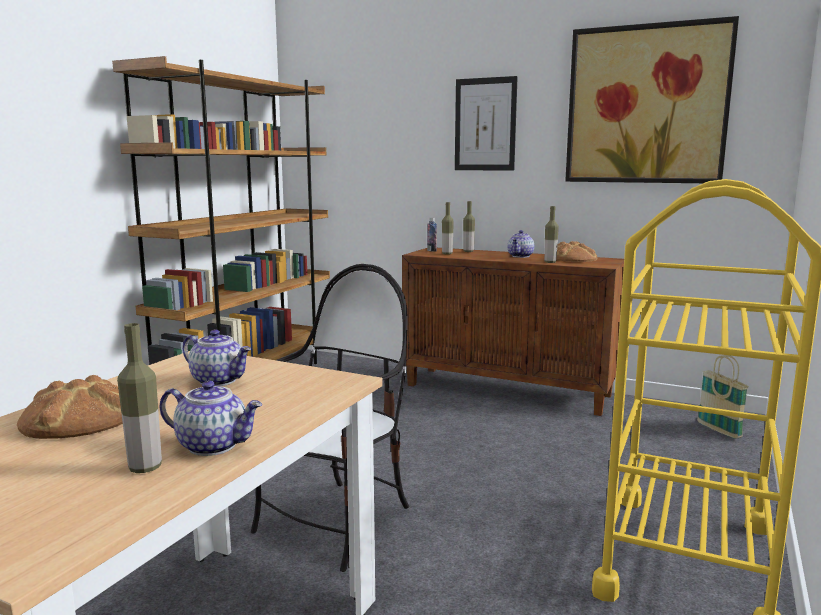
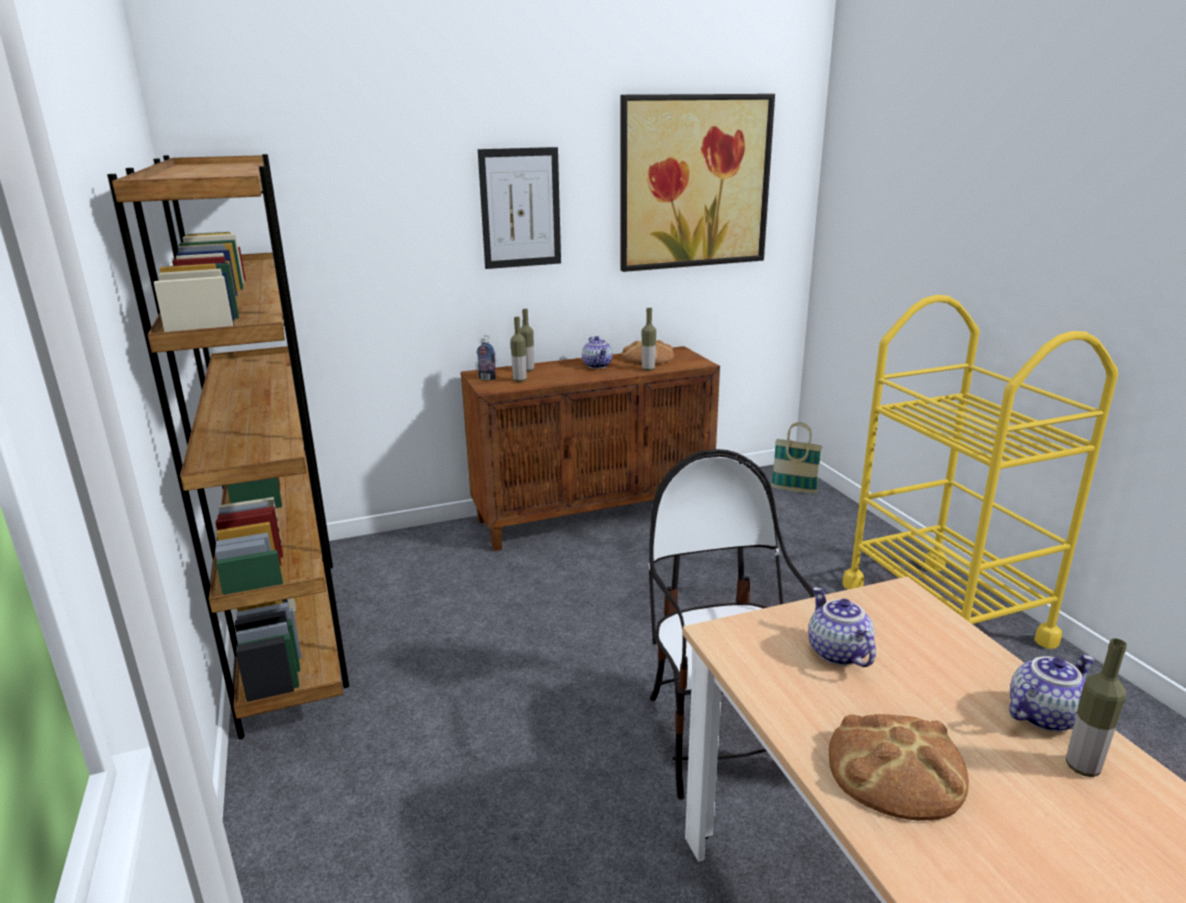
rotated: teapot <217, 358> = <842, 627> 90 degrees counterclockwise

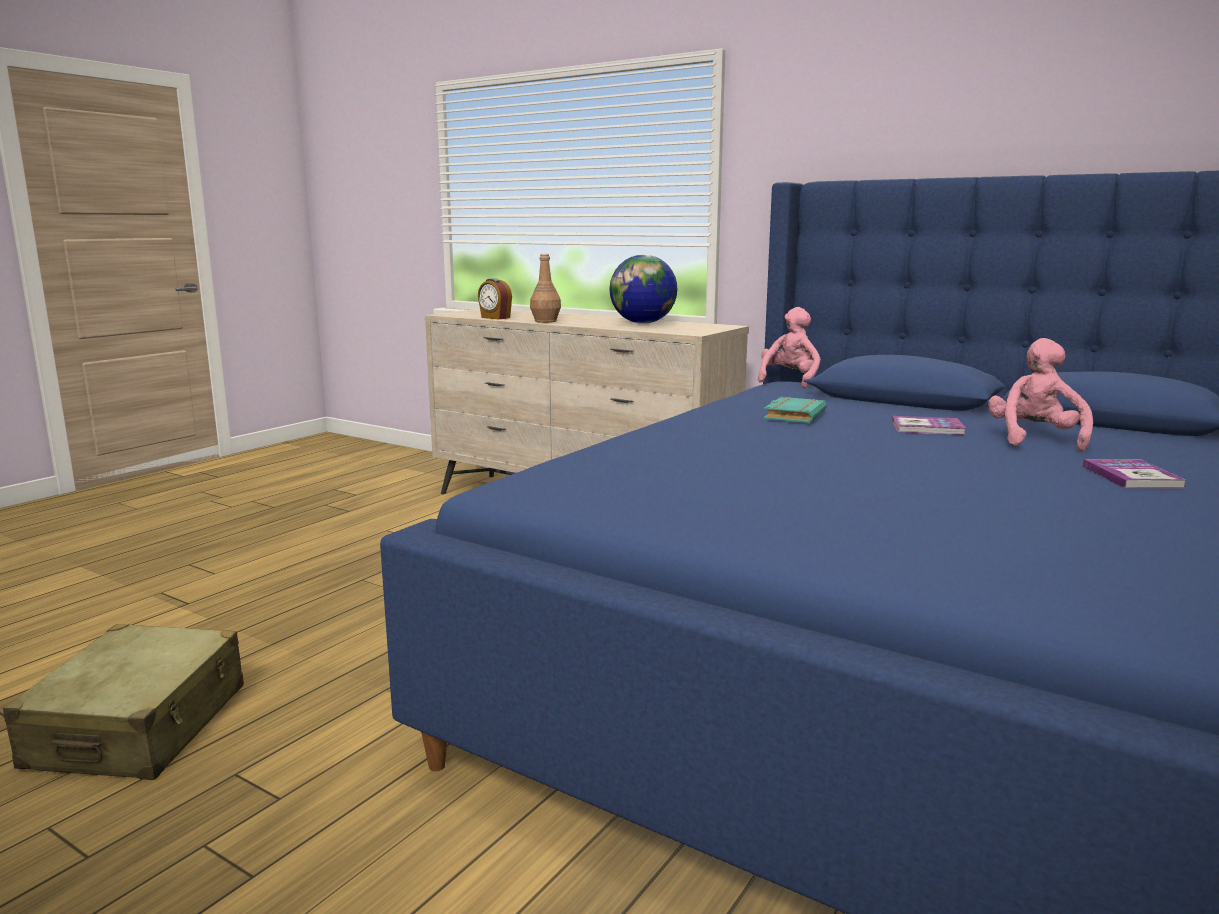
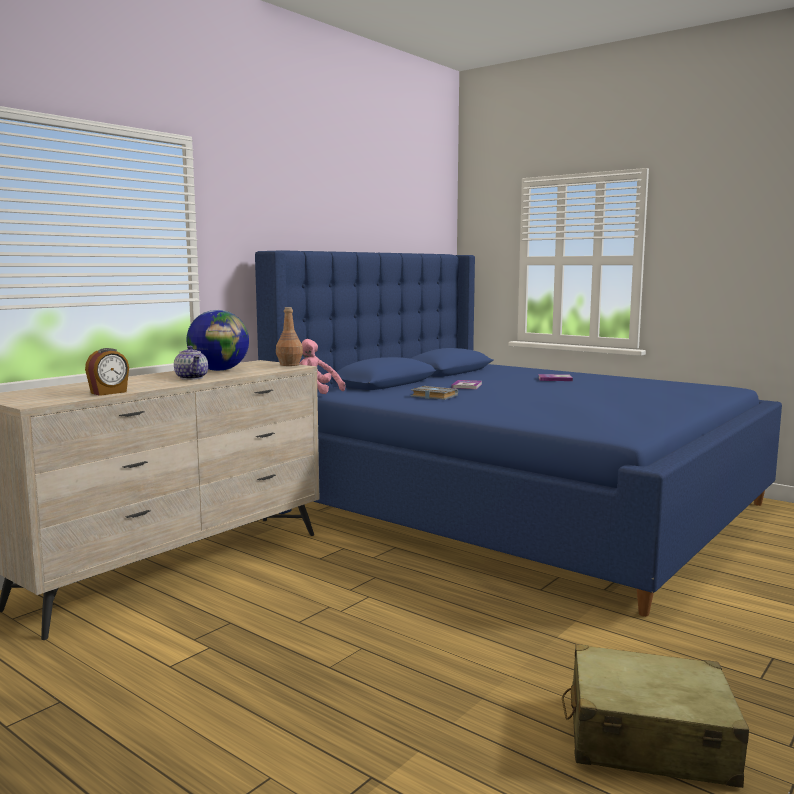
gone: pink plush toy <1040, 395>
new: teapot <191, 363>
shifted: brown bottle <545, 288> to <289, 336>
repainted: turquoise book <795, 410> to grey book <434, 393>

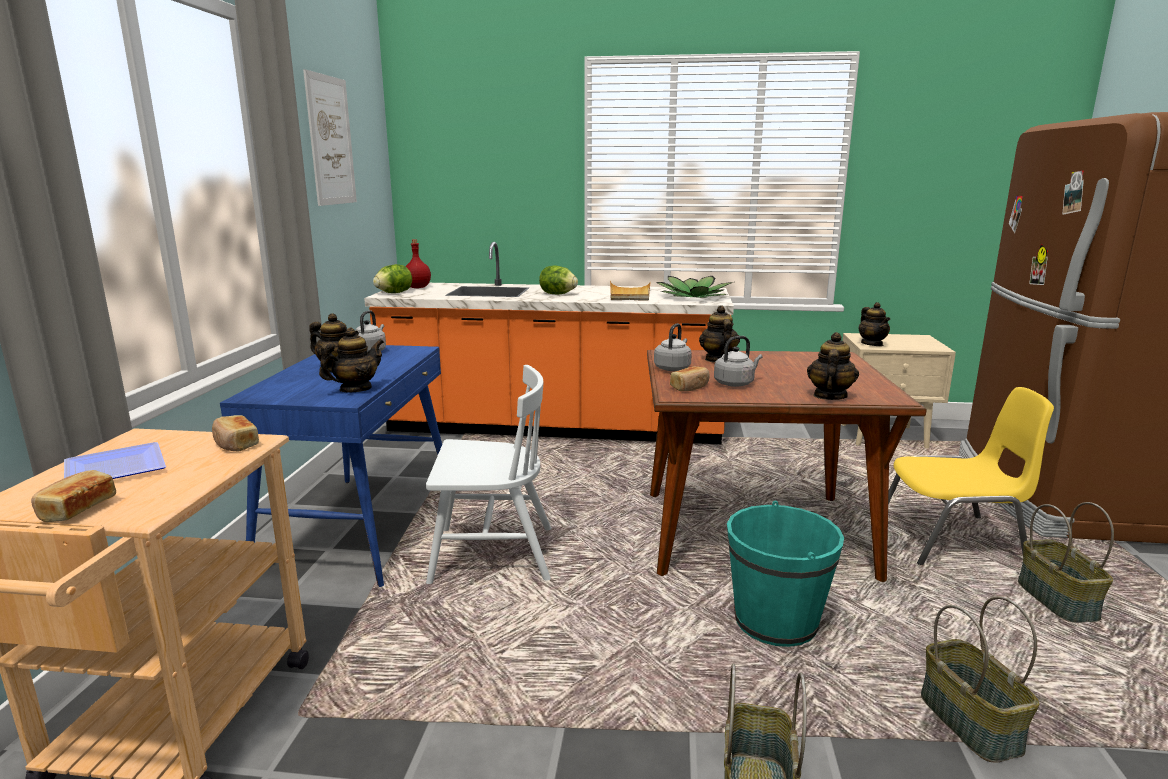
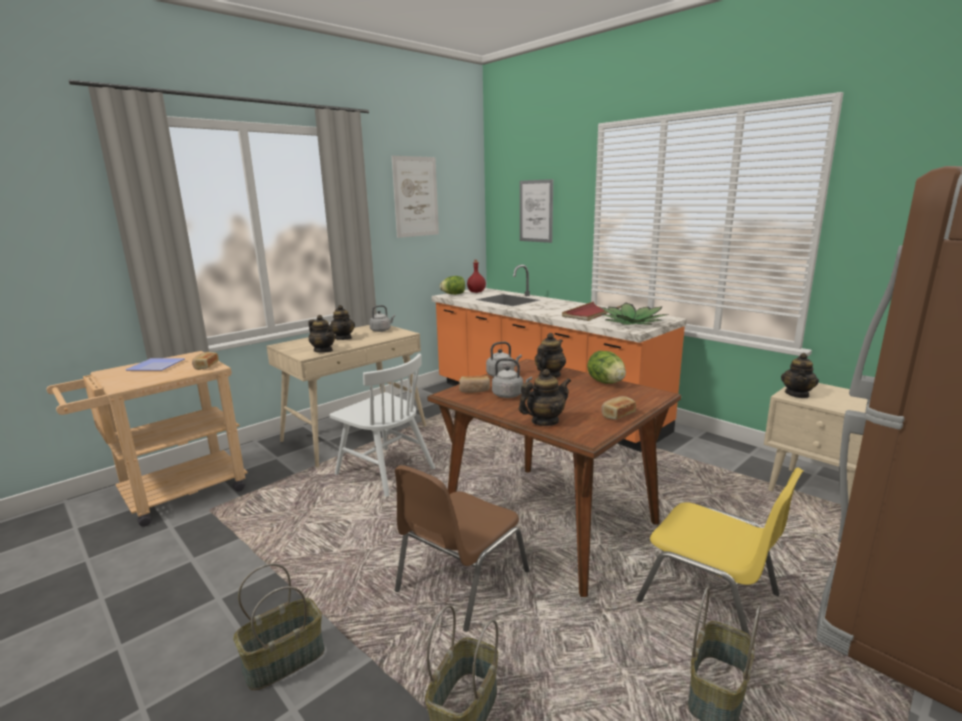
new: picture <536, 211>
shifted: lettuce <558, 280> to <606, 367>; bread <73, 496> to <618, 408>
swapped: turquoise bucket <785, 574> to brown chair <462, 548>
repainted: blue desk <331, 466> to beige desk <346, 396>; beige tray <630, 291> to red tray <591, 311>
rotated: teapot <351, 360> = <321, 334> 45 degrees clockwise

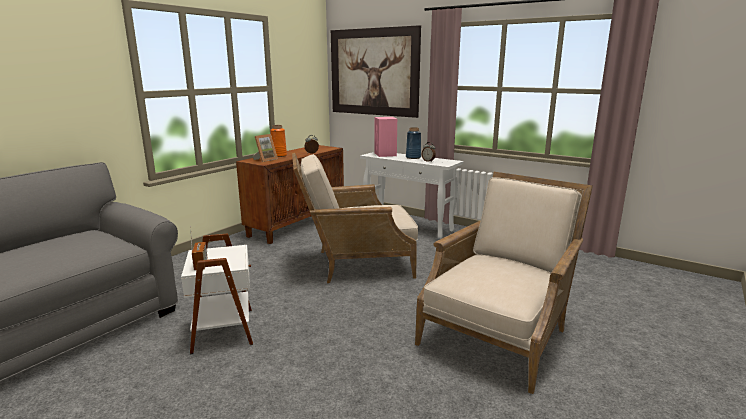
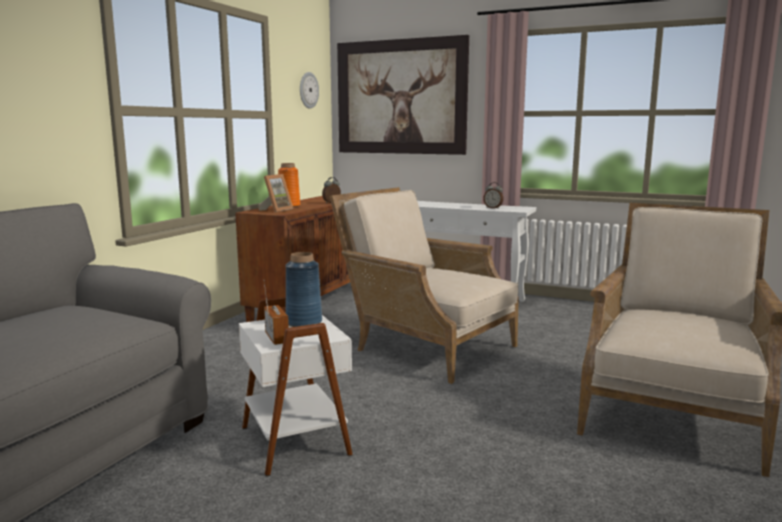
gone: pink speaker <386, 137>
new: wall clock <309, 90>
shifted: blue vase <413, 143> to <303, 289>
rotated: beige armchair <355, 218> = <424, 285> 60 degrees clockwise

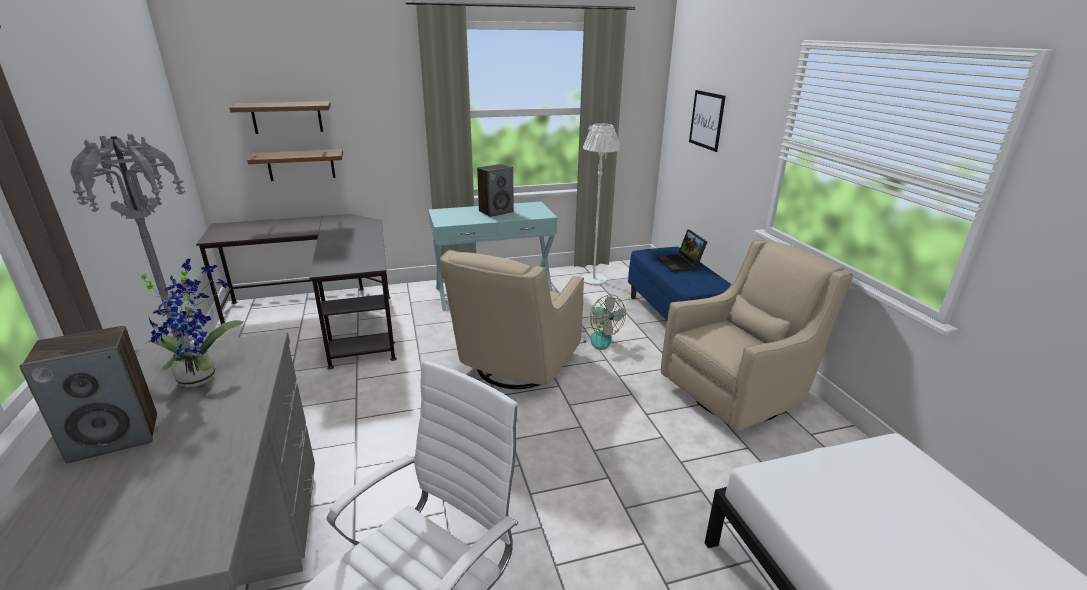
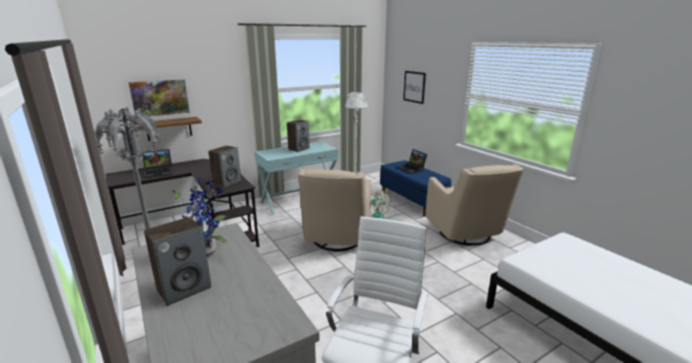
new: laptop <158, 163>; speaker <224, 166>
swapped: shelf <280, 117> to picture <159, 97>
rotated: beige armchair <757, 335> = <474, 205> 120 degrees clockwise

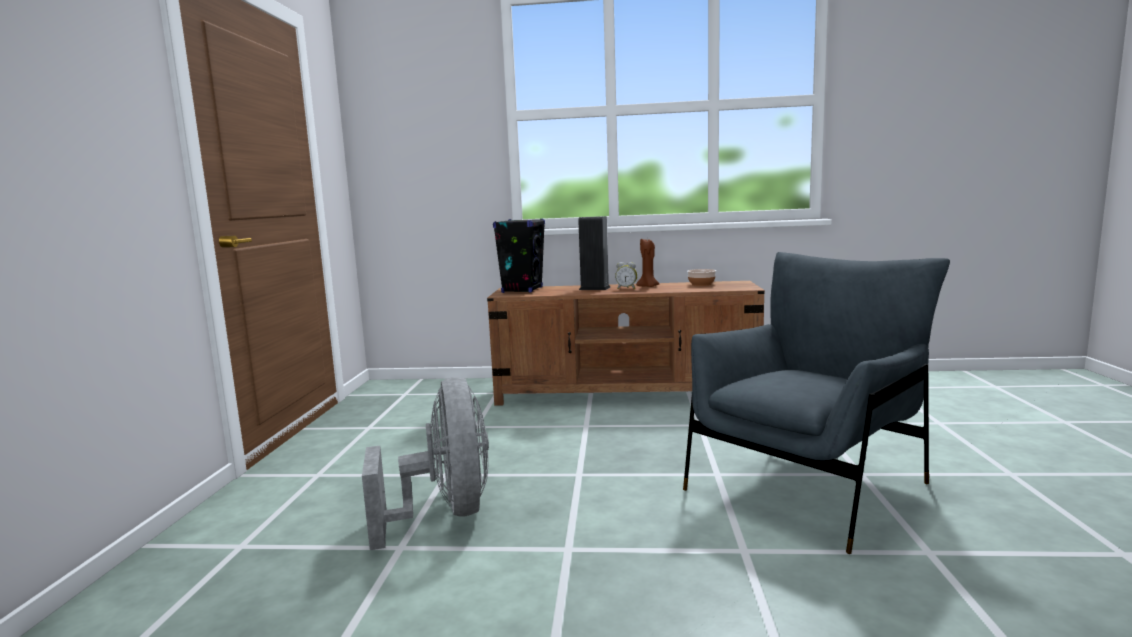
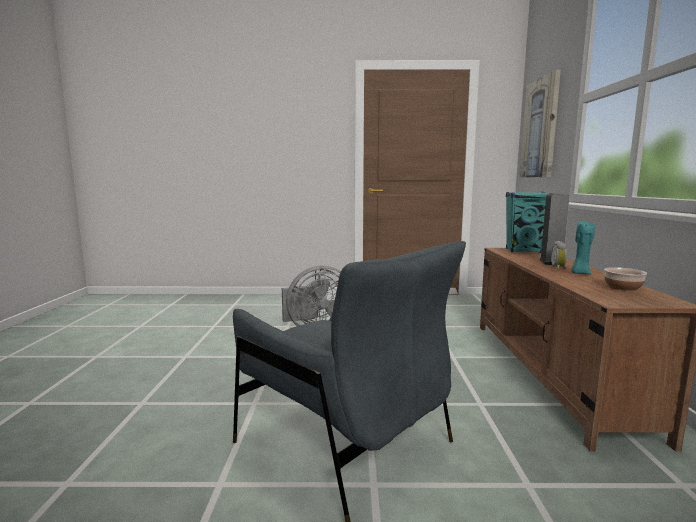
new: picture <540, 124>
repainted: black speaker <519, 256> to turquoise speaker <529, 222>; brown candle <648, 262> to turquoise candle <583, 248>

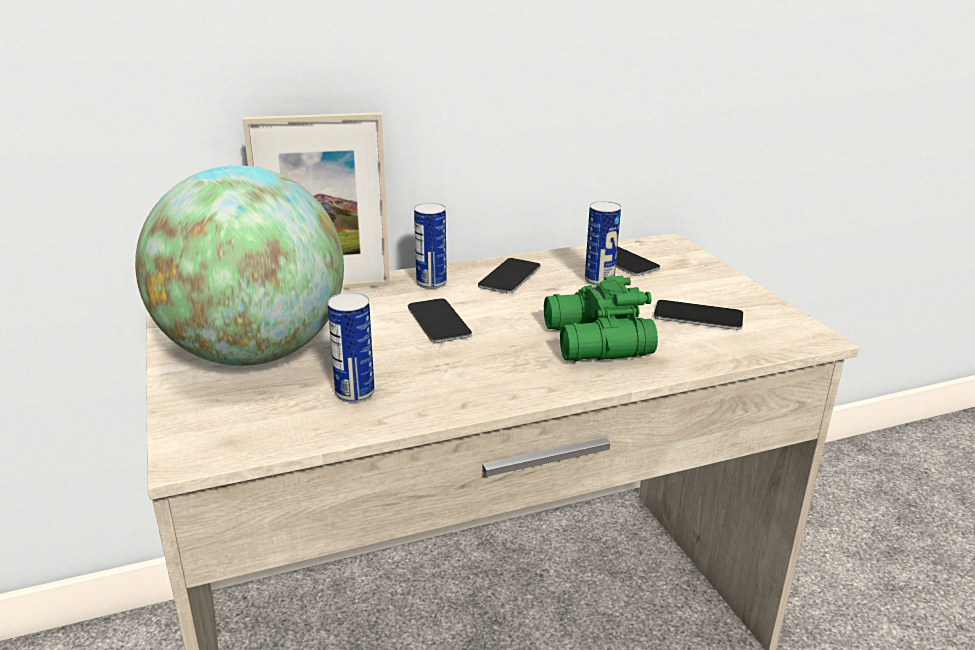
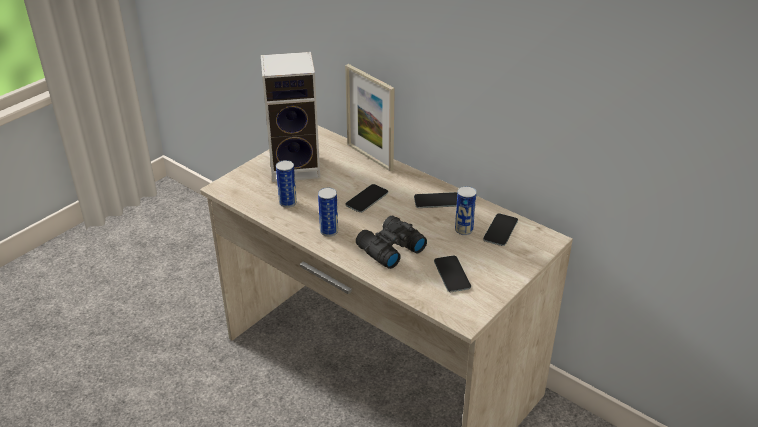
shifted: can <430, 246> to <328, 212>
swapped: globe <239, 265> to speaker <290, 117>
repainted: green binoculars <601, 319> to black binoculars <391, 242>

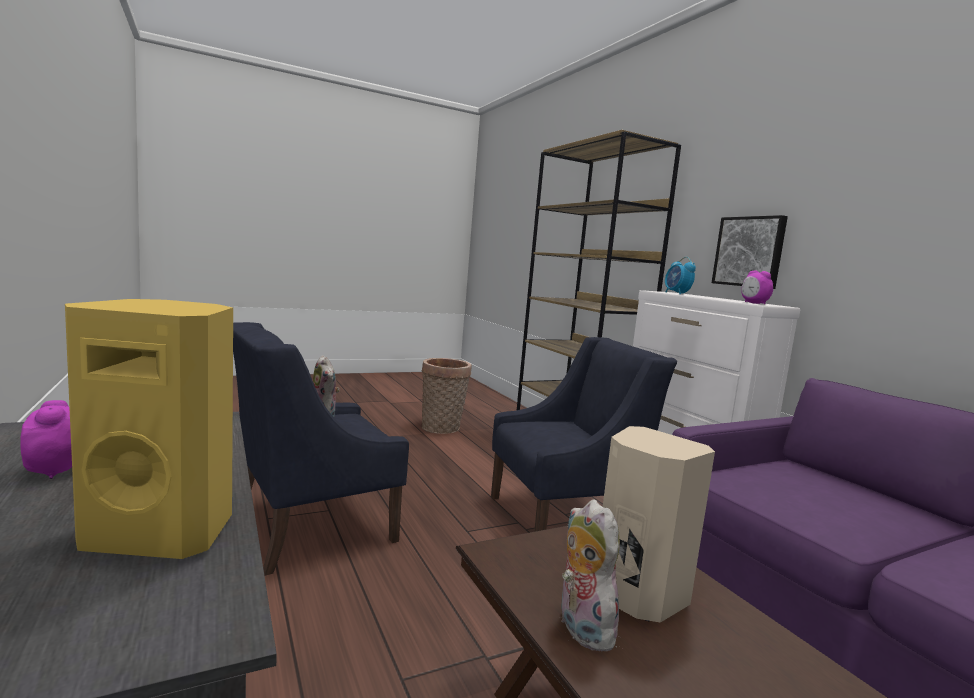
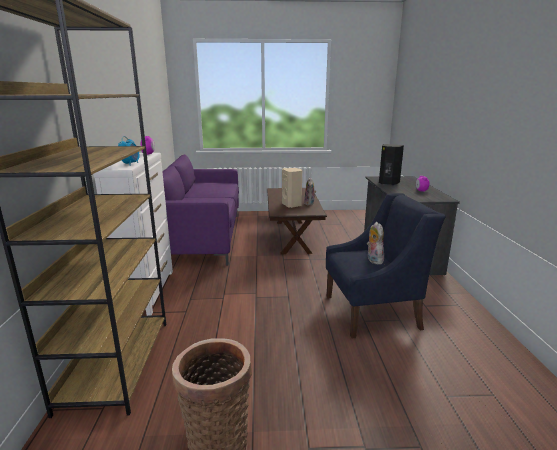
gone: blue armchair <584, 434>; picture <750, 252>
repainted: yellow speaker <149, 429> to black speaker <391, 164>

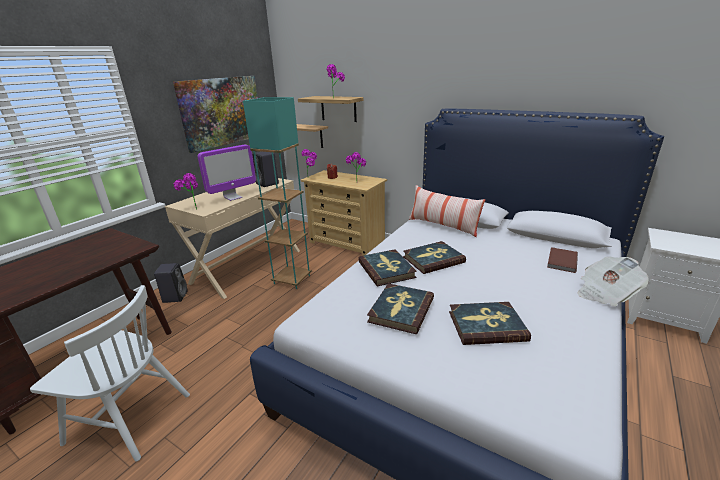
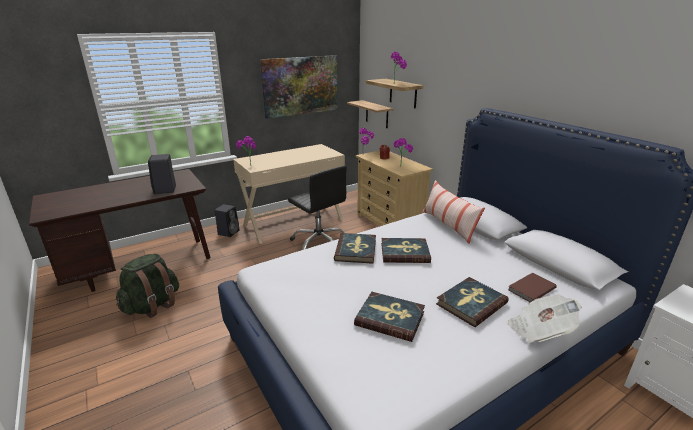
gone: monitor <227, 173>
shifted: black speaker <265, 169> to <162, 174>; book <400, 308> to <472, 302>
swapped: white chair <110, 373> to green backpack <147, 286>; turquoise floor lamp <277, 193> to black office chair <317, 207>

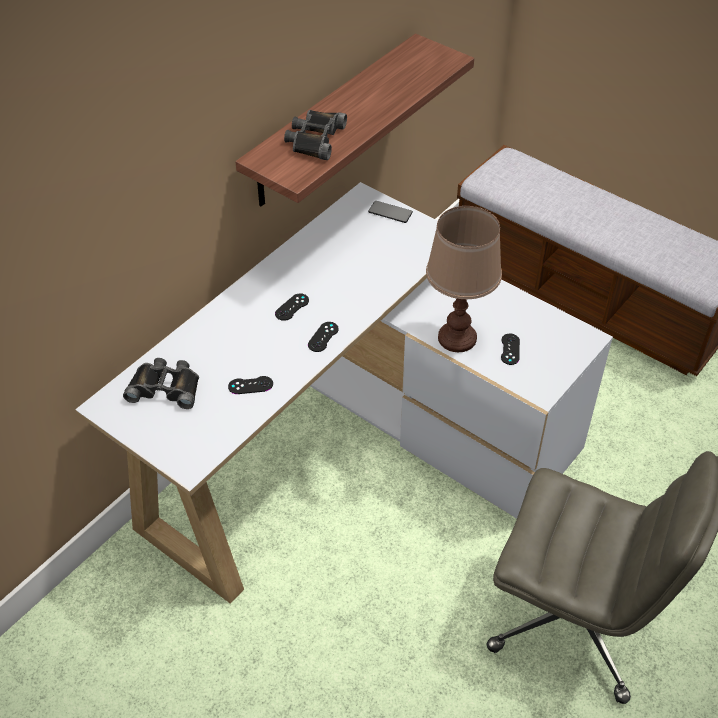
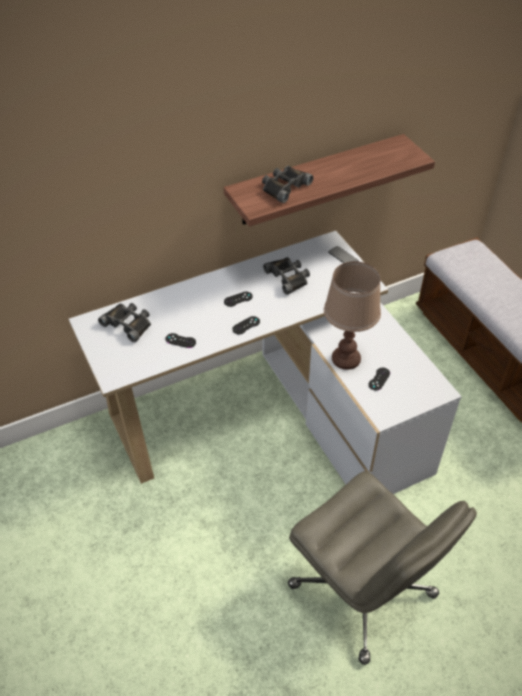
new: black binoculars <286, 276>

